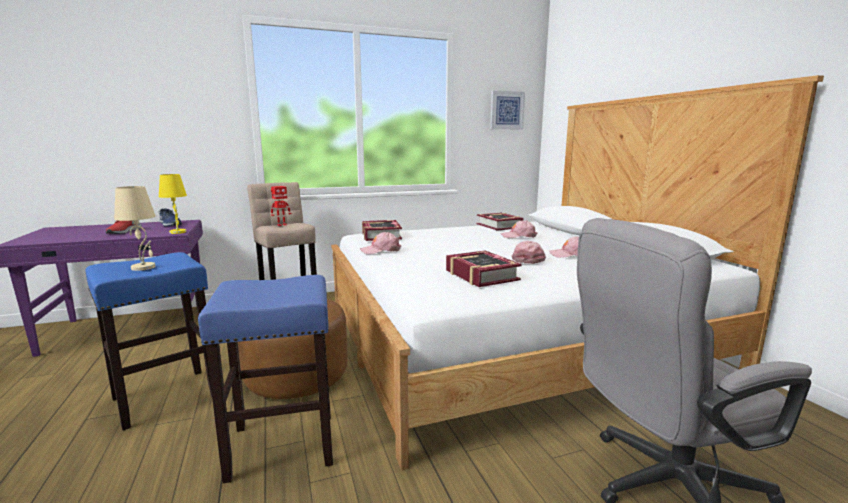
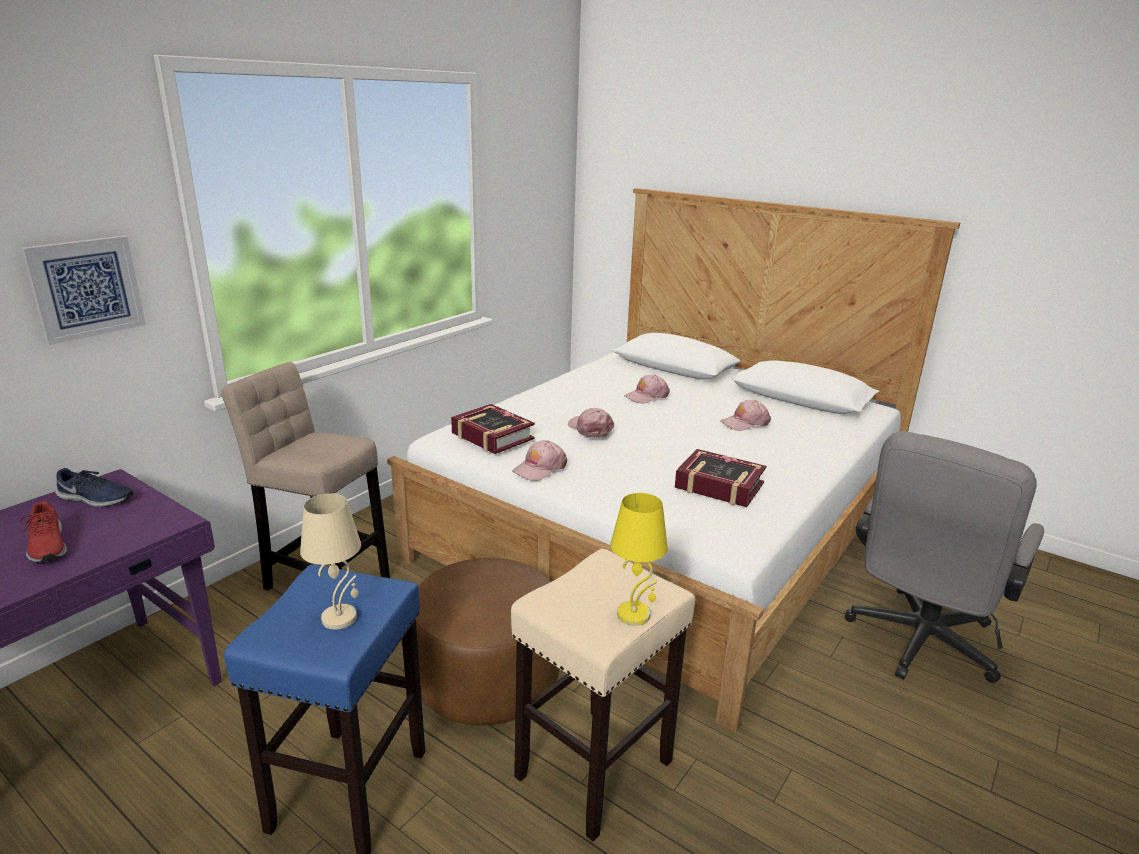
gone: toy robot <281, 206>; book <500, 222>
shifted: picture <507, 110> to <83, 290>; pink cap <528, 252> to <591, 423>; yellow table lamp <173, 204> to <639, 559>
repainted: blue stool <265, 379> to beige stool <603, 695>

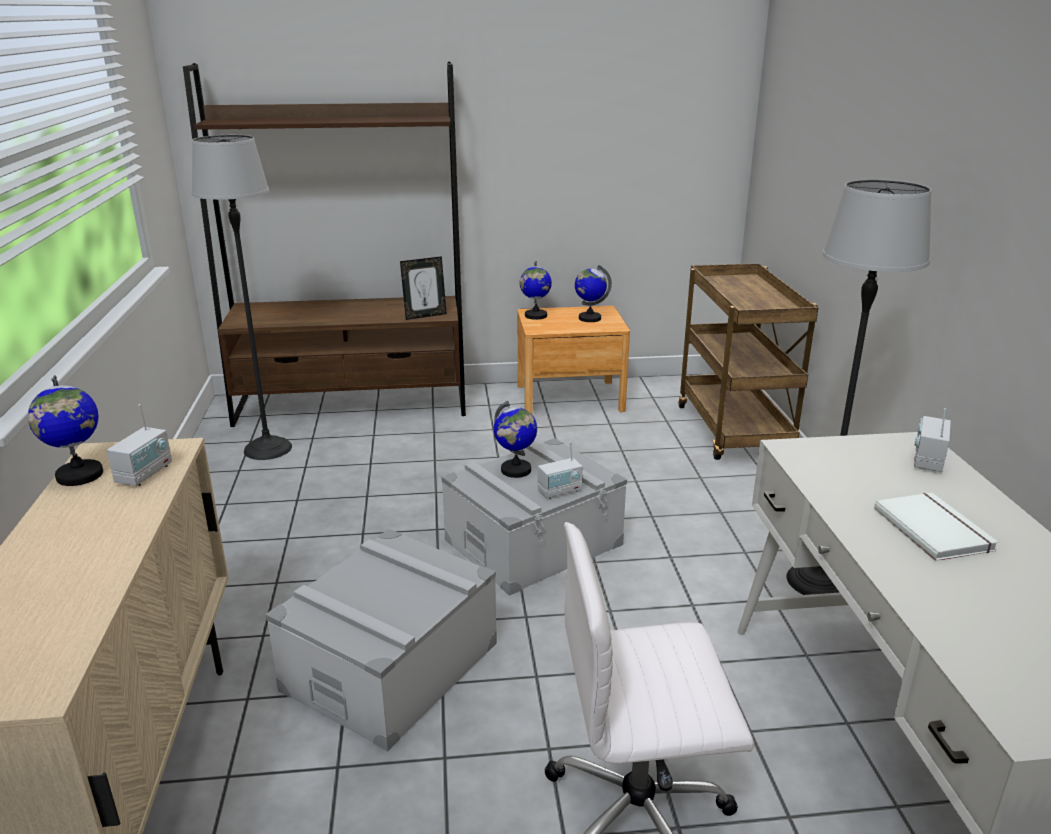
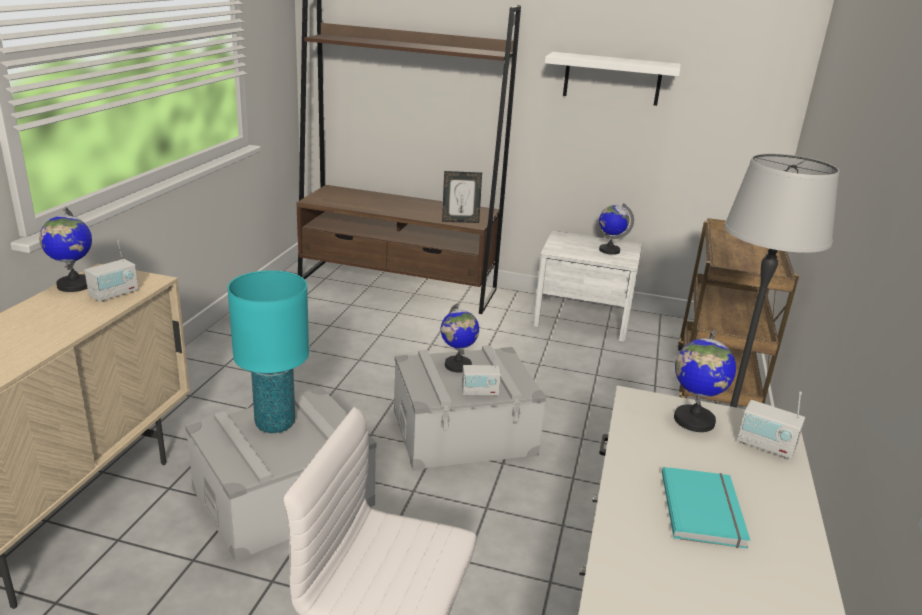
gone: floor lamp <242, 297>
new: turquoise table lamp <268, 351>; white shelf <613, 79>
shifted: globe <536, 290> to <705, 381>
repainted: brown nightstand <574, 360> to white nightstand <587, 286>; white book <936, 527> to turquoise book <706, 508>
rotated: radio <932, 440> = <771, 425> 105 degrees counterclockwise

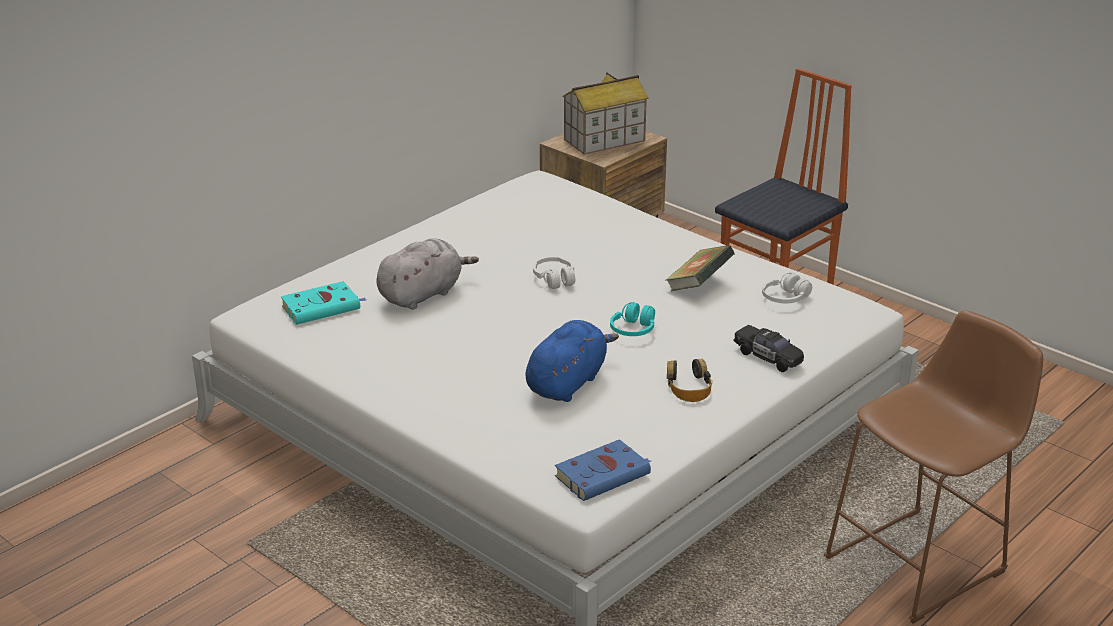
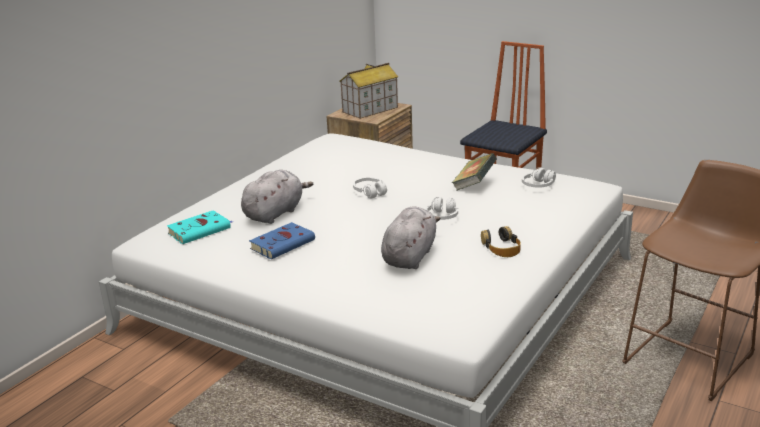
gone: black toy car <769, 348>
shifted: blue book <603, 470> to <282, 240>
repainted: blue plush toy <572, 361> to grey plush toy <411, 238>; turquoise headphones <632, 319> to white headphones <441, 208>

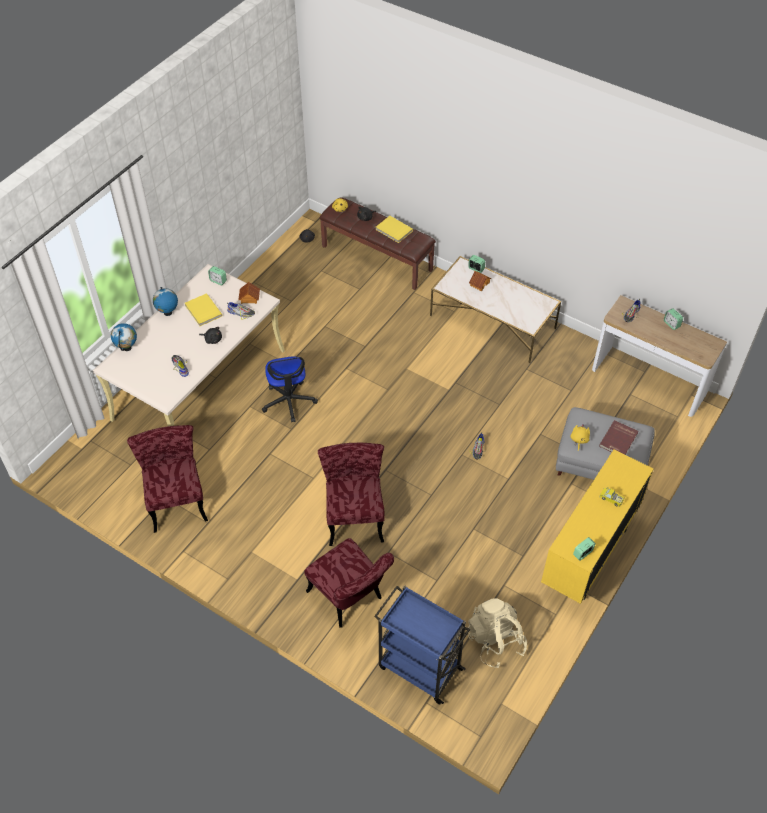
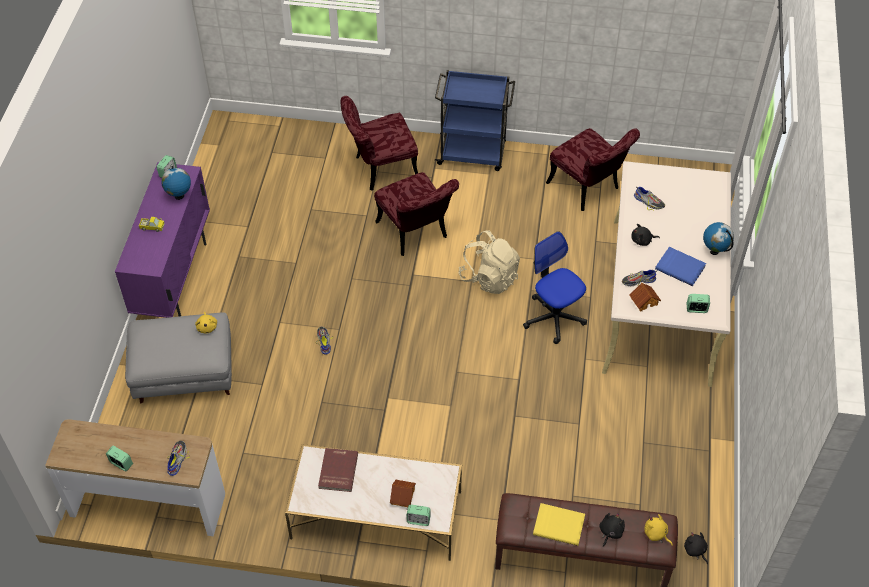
shifted: globe <124, 337> to <176, 183>; red book <618, 437> to <338, 470>; blue cart <422, 645> to <475, 120>; beige backpack <497, 633> to <489, 262>
repainted: yellow cabinet <597, 526> to purple cabinet <162, 240>; yellow book <204, 309> to blue book <680, 266>
rotated: red chair <349, 583> = <379, 143> 45 degrees counterclockwise

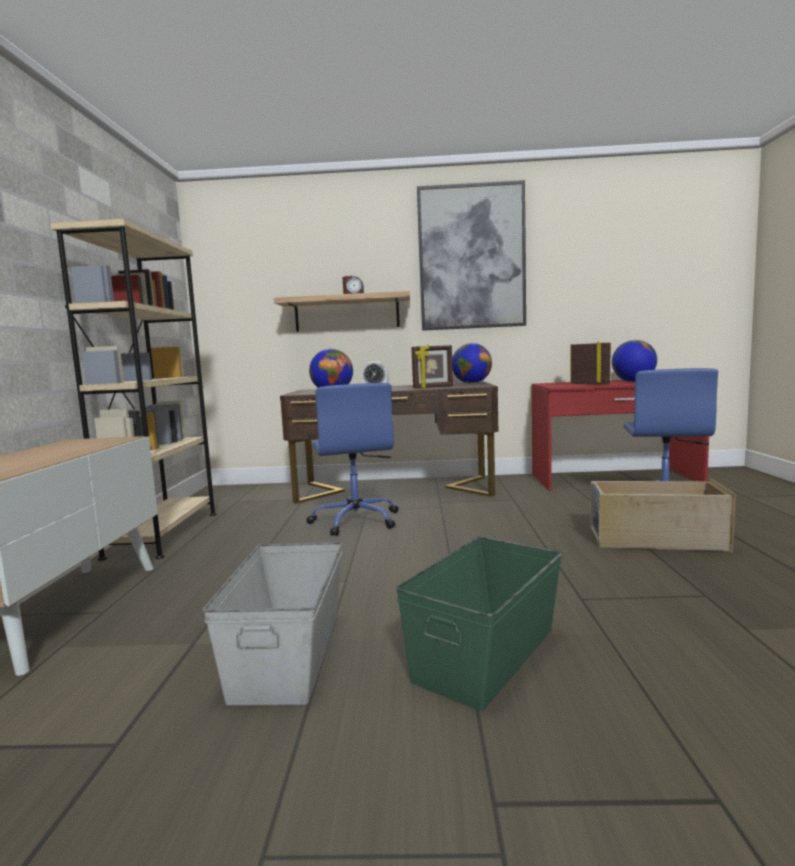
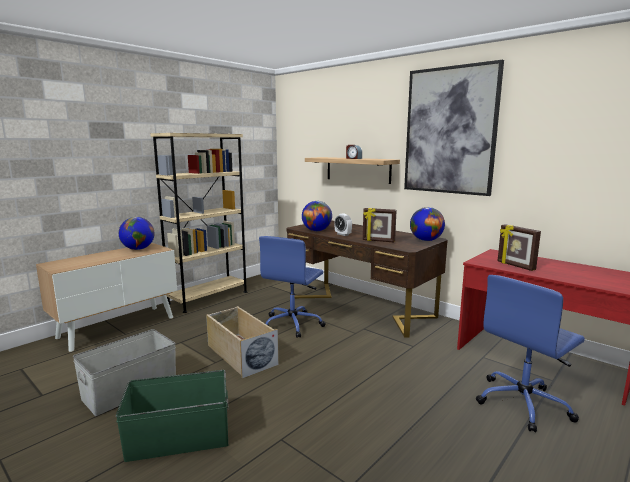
shifted: globe <634, 361> to <136, 233>; beige storage box <663, 516> to <242, 342>
rotated: picture frame <590, 363> = <519, 247> 150 degrees clockwise

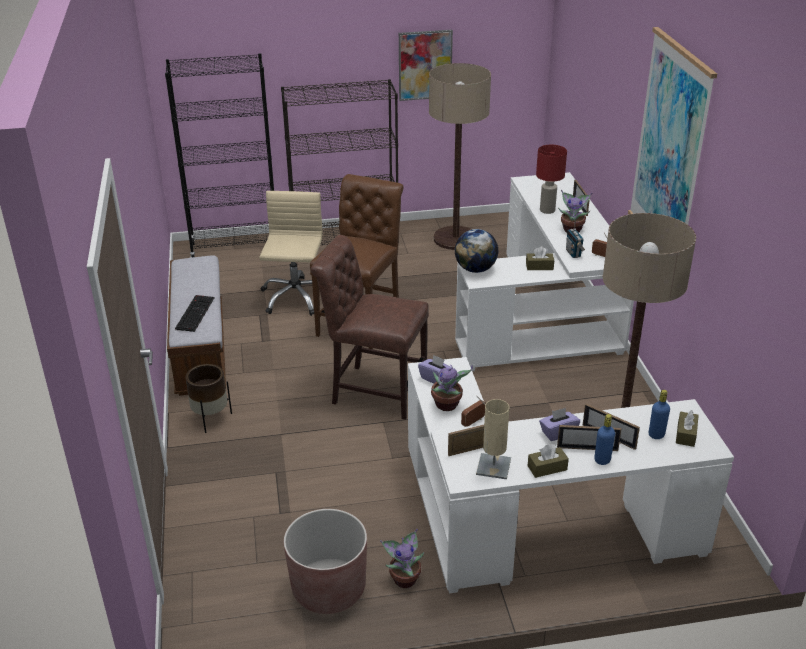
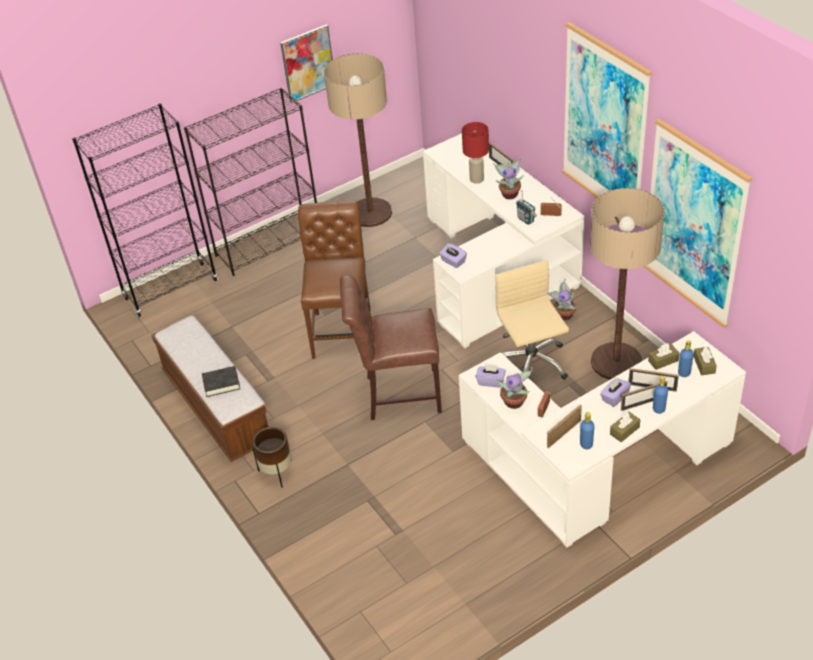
gone: brown planter <325, 561>
new: picture <697, 223>
shifted: beige office chair <290, 253> to <532, 320>; potted plant <402, 558> to <562, 299>; brown tissue box <540, 258> to <664, 356>
swapped: keyboard <195, 313> to black book <221, 381>; globe <476, 251> to purple tissue box <453, 255>; beige table lamp <493, 439> to blue bottle <587, 430>

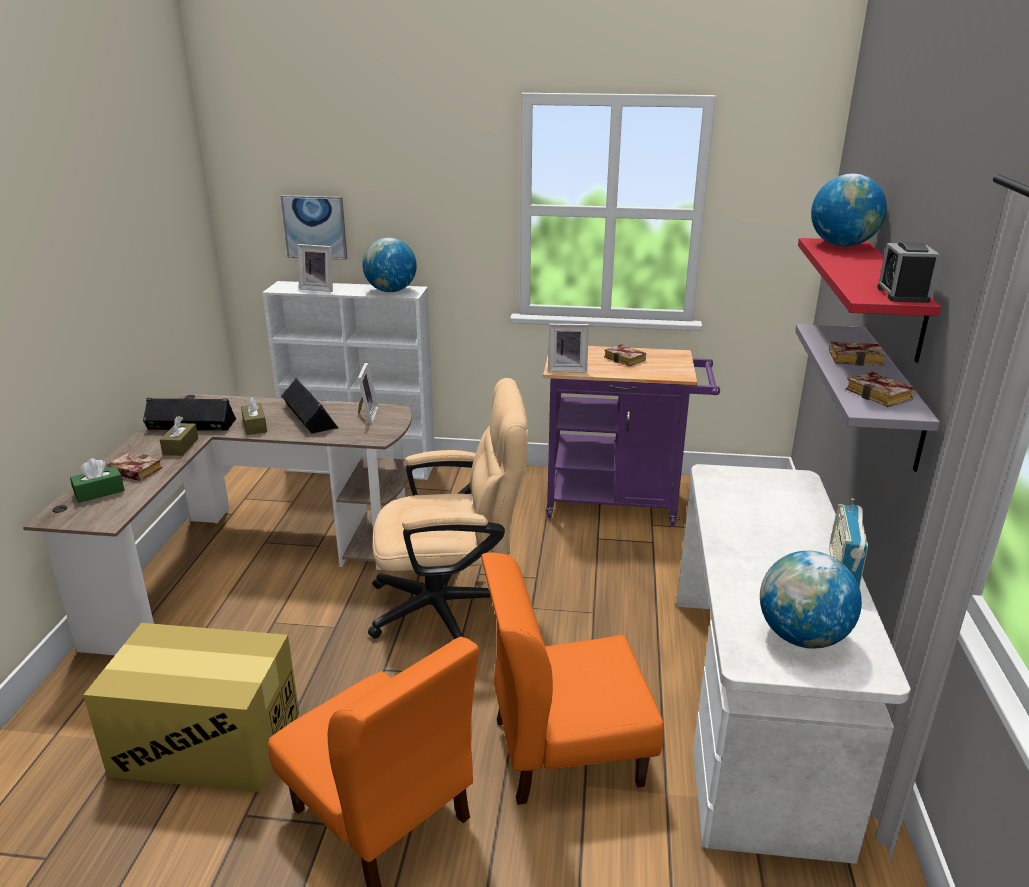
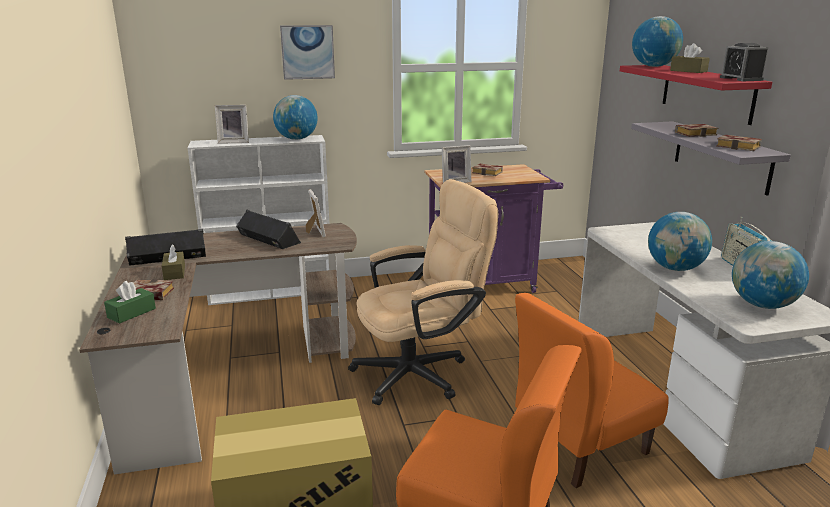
new: globe <680, 241>
shifted: picture <314, 227> to <307, 52>; brown tissue box <254, 416> to <690, 58>

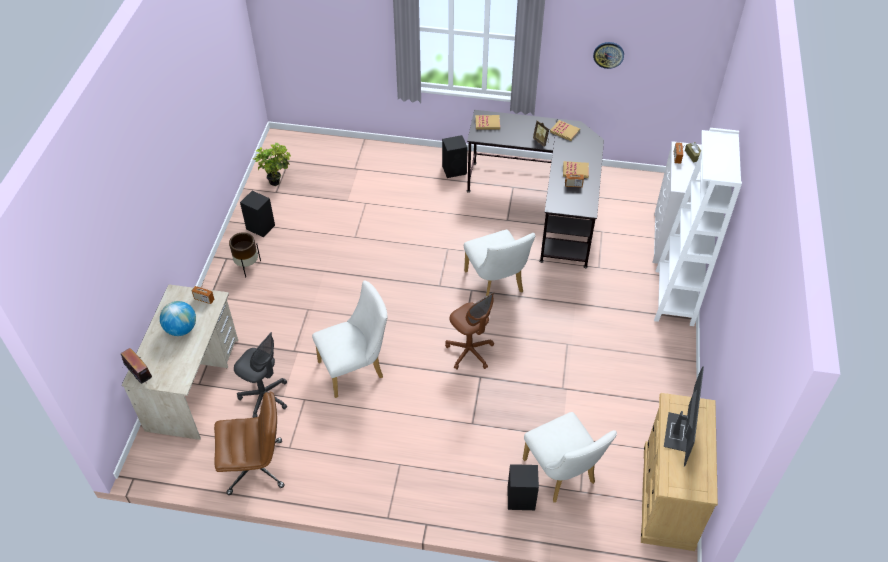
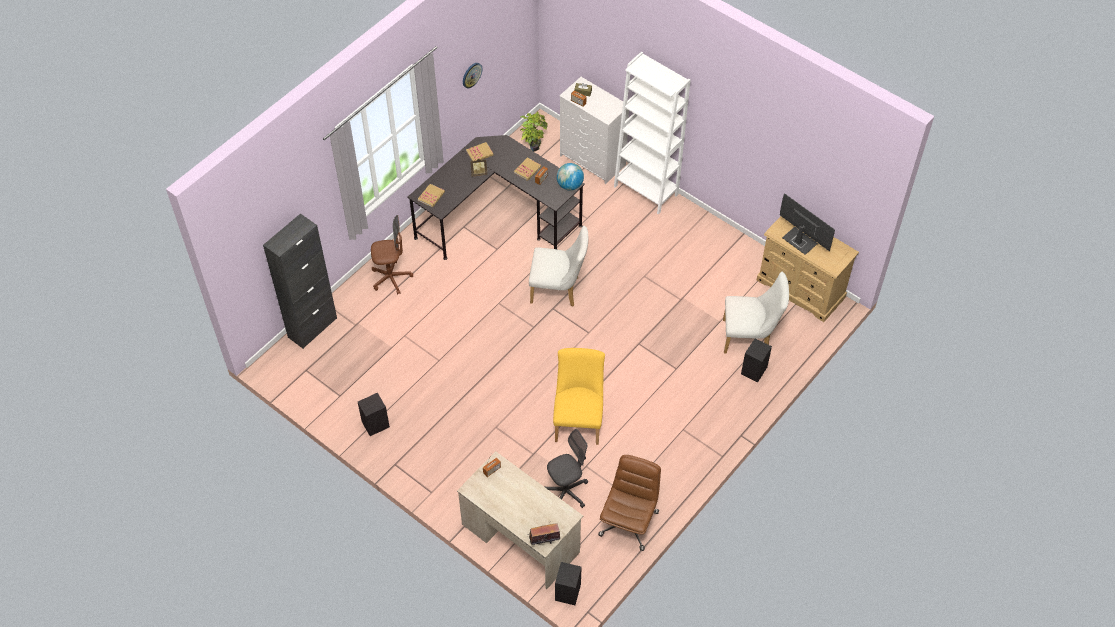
gone: brown planter <245, 254>
new: black cabinet <300, 281>
shifted: brown office chair <469, 331> to <392, 254>; potted plant <272, 164> to <534, 132>; black speaker <455, 156> to <568, 583>; globe <178, 318> to <570, 176>
repainted: white chair <349, 339> to yellow chair <579, 396>

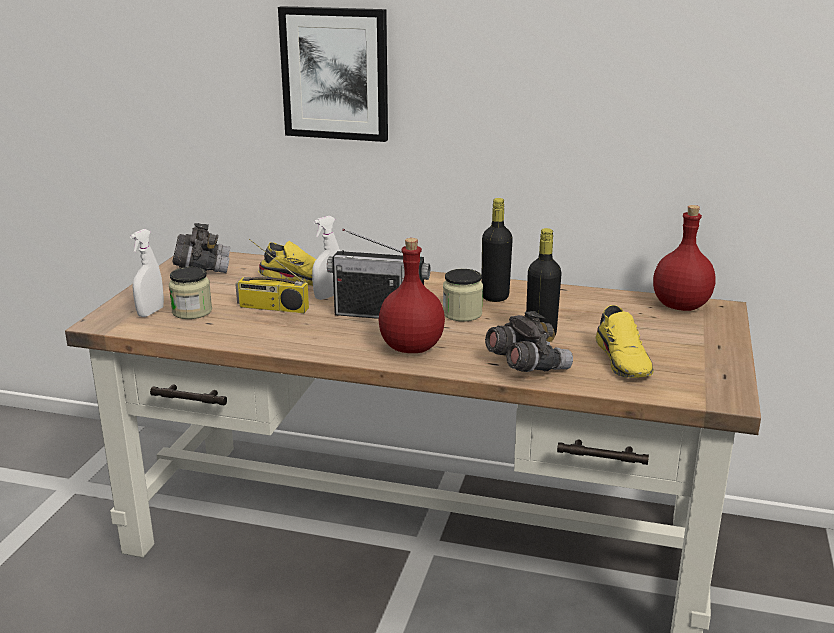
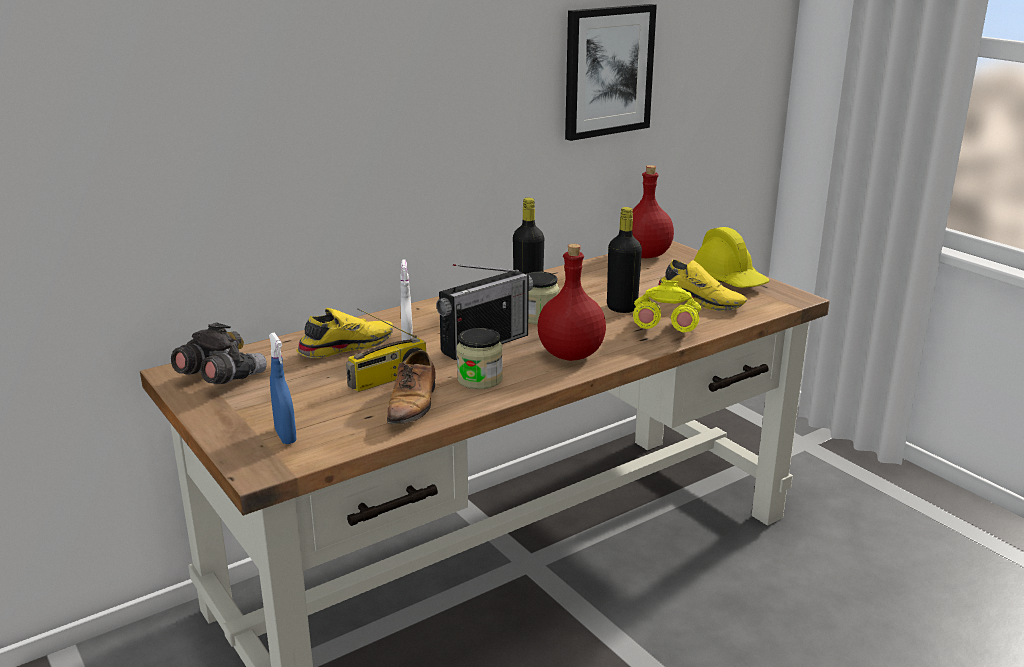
new: shoe <411, 387>; yellow hard hat <732, 257>
shifted: jar <190, 293> to <480, 358>; picture <333, 74> to <611, 72>
repainted: white spray bottle <147, 273> to blue spray bottle <282, 388>; grey binoculars <529, 341> to yellow binoculars <667, 306>

